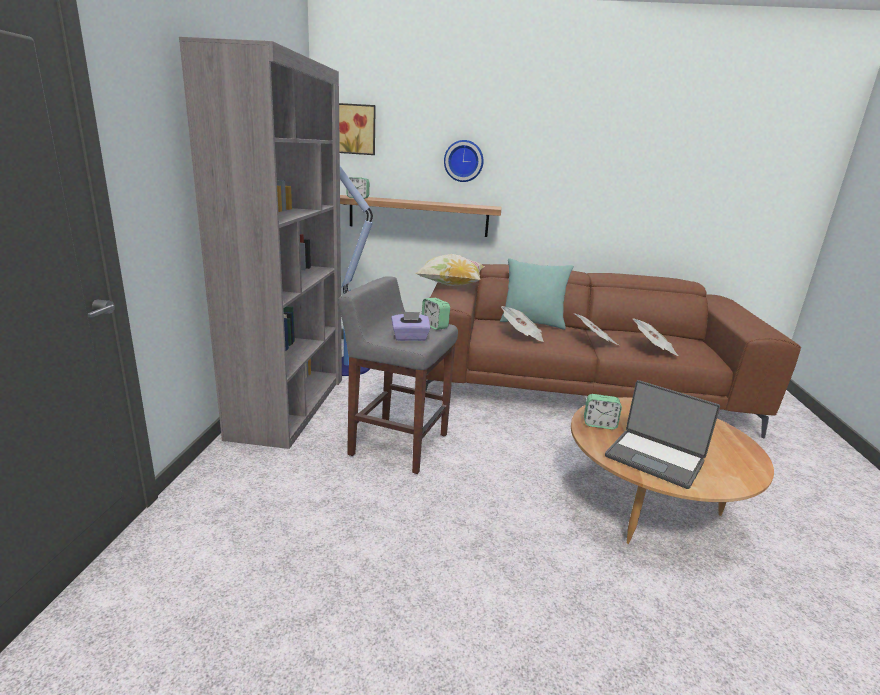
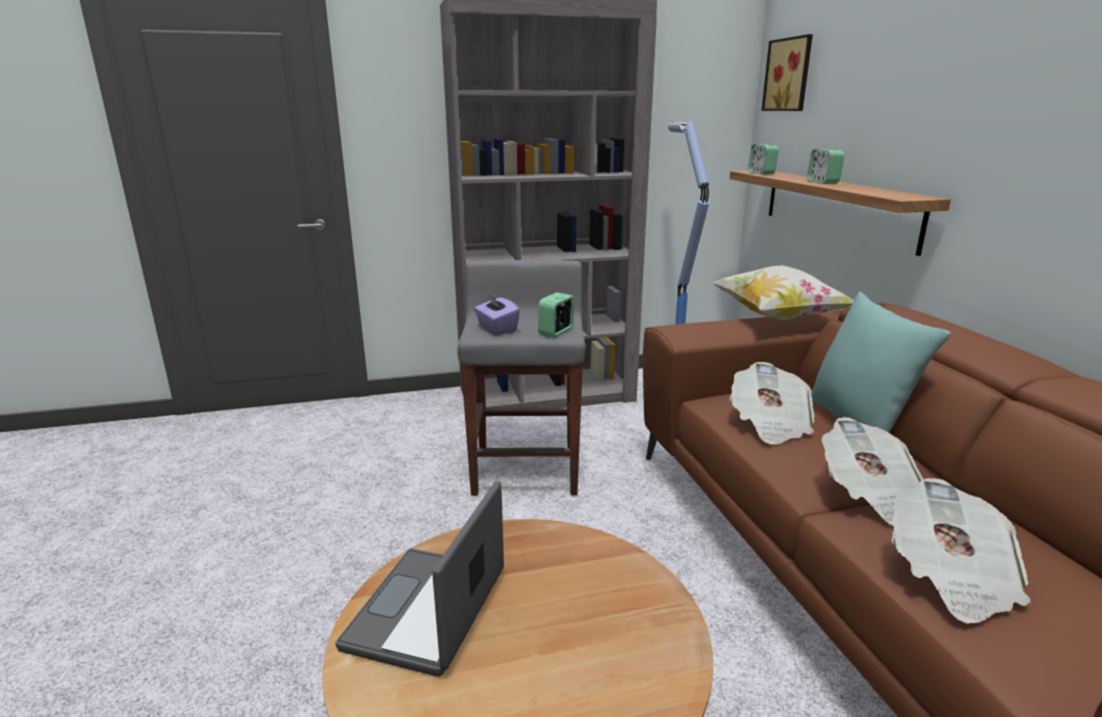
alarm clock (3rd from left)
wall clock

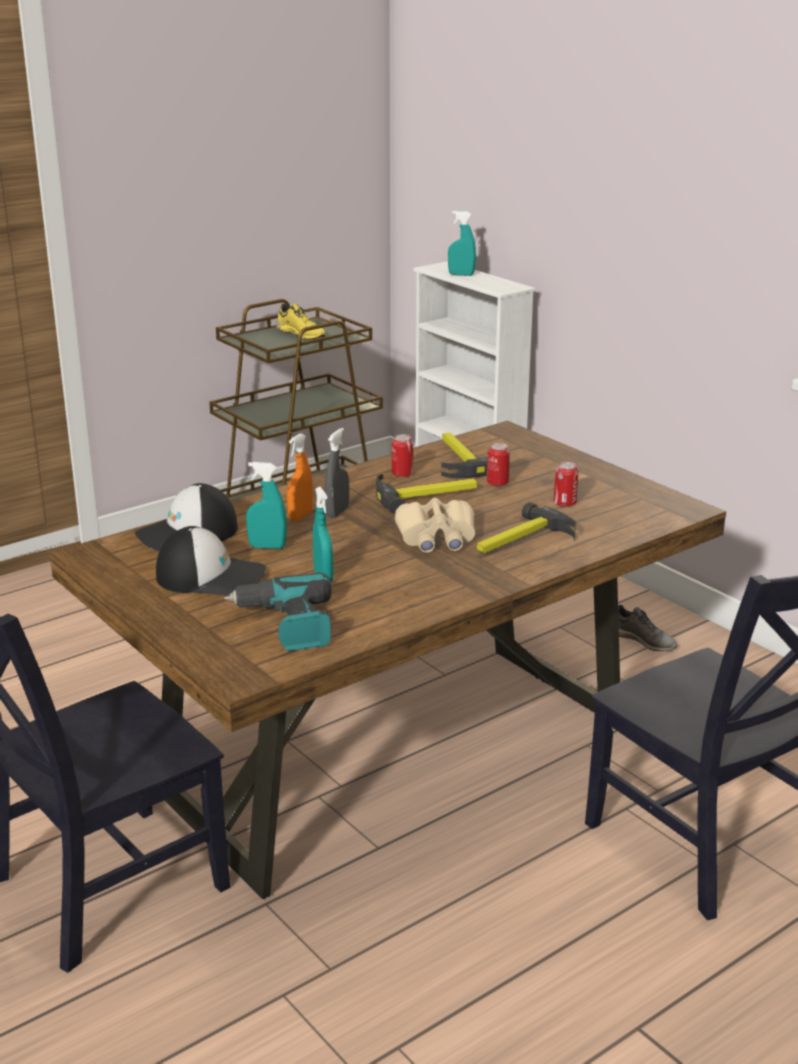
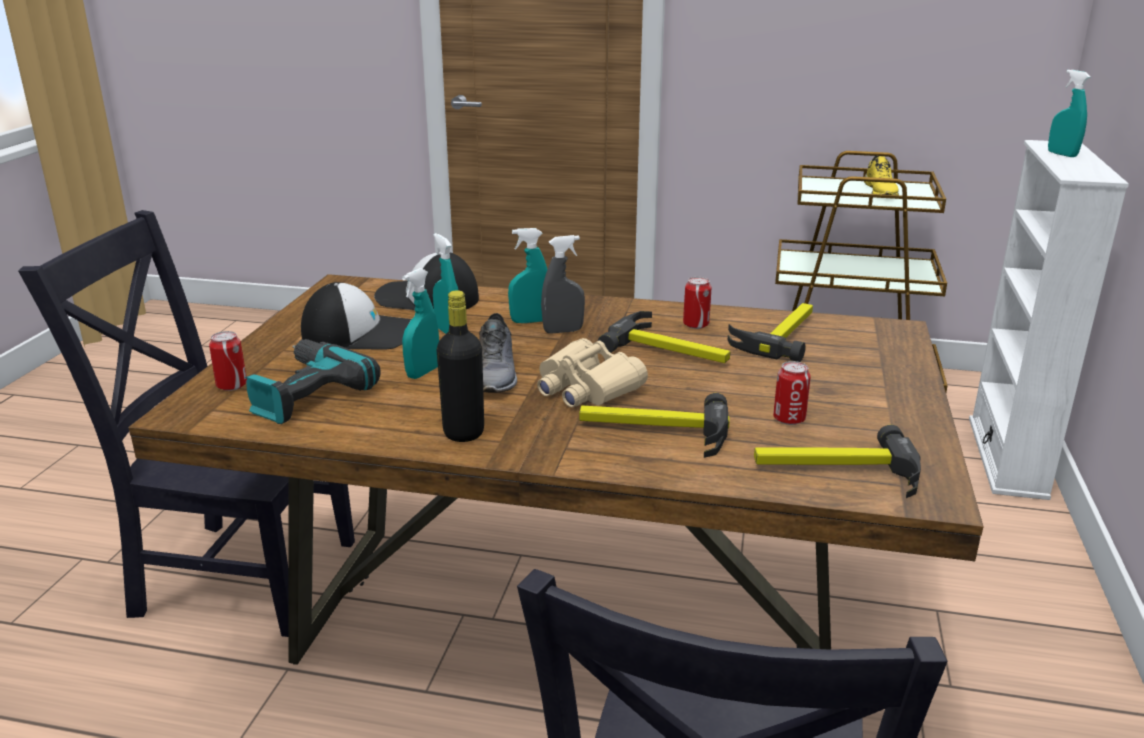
can (1st from left)
cap (1st from left)
bottle (black)
shoe (grey)
spray bottle (turquoise) (3rd from left)
hammer (4th from left)

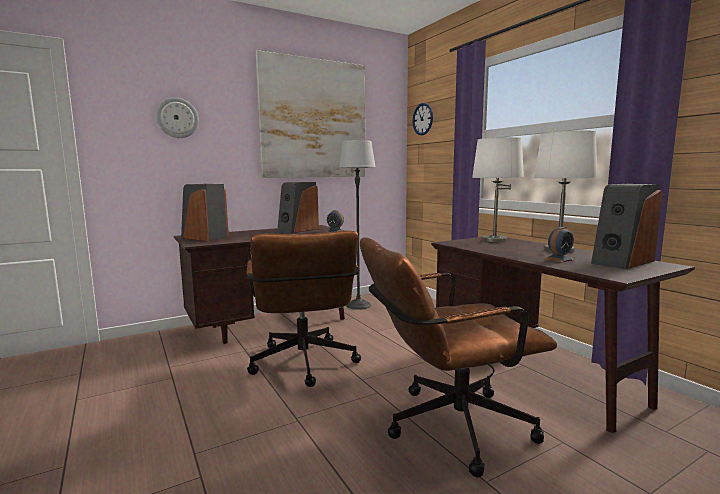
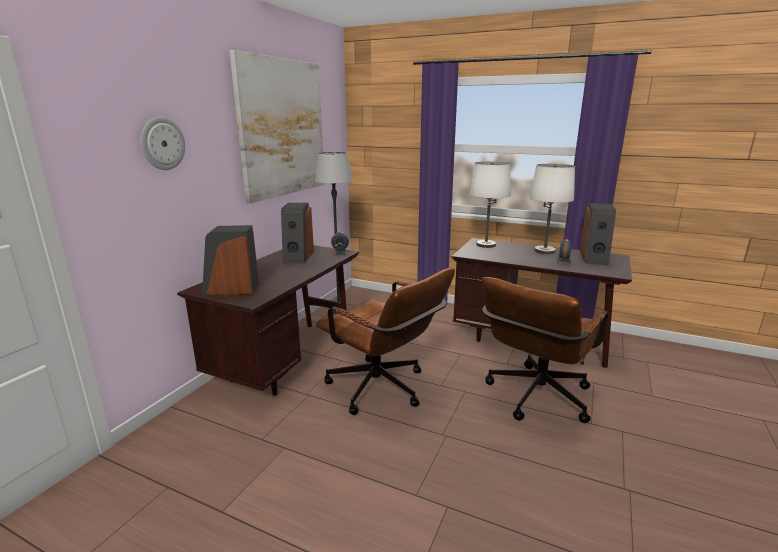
wall clock (2nd from left in the first image)

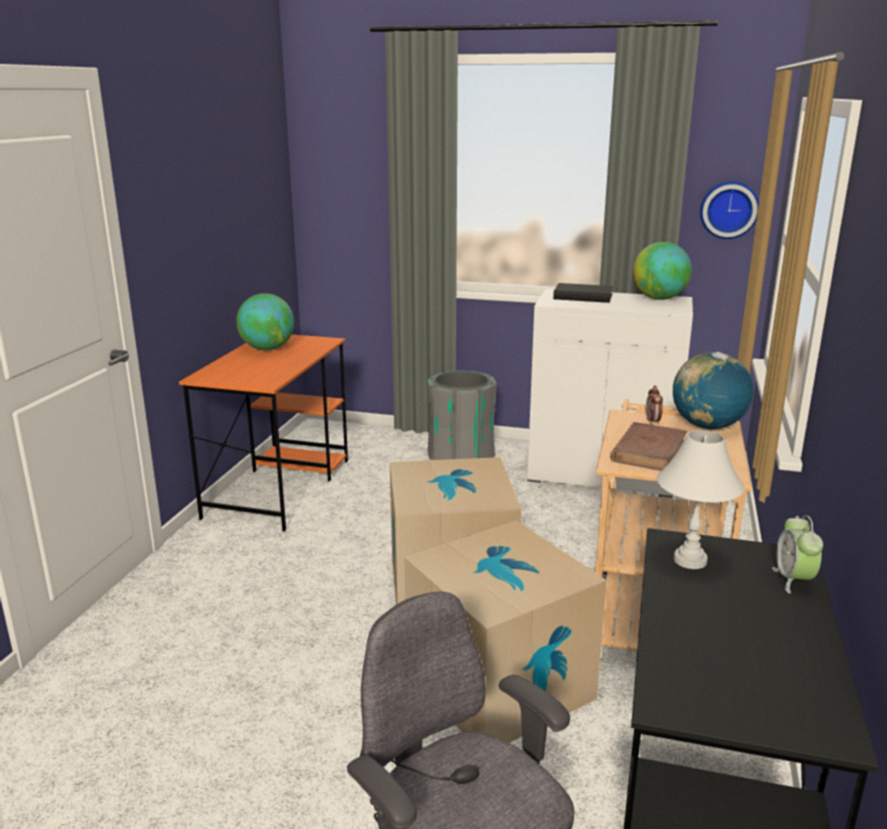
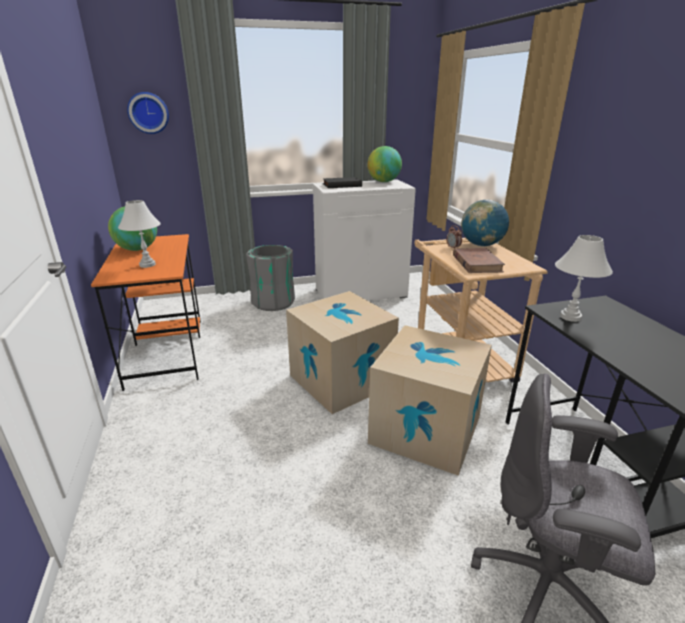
table lamp (white) (1st from left)
wall clock
alarm clock (2nd from left in the first image)

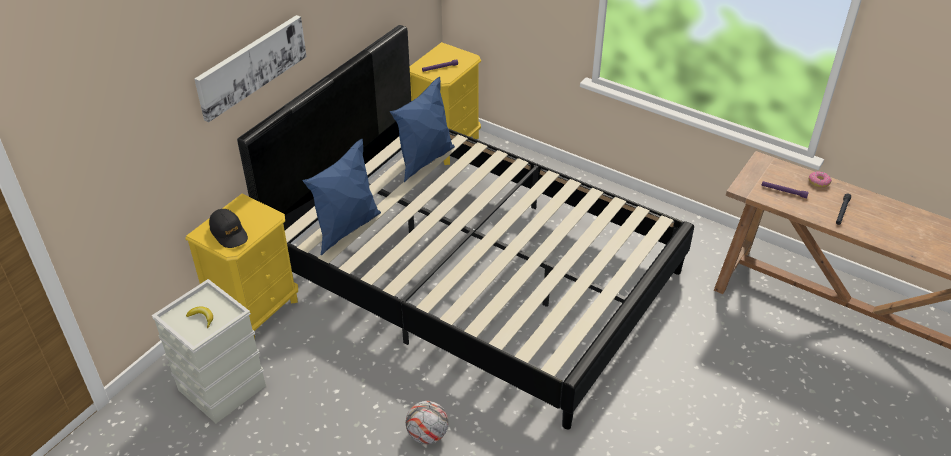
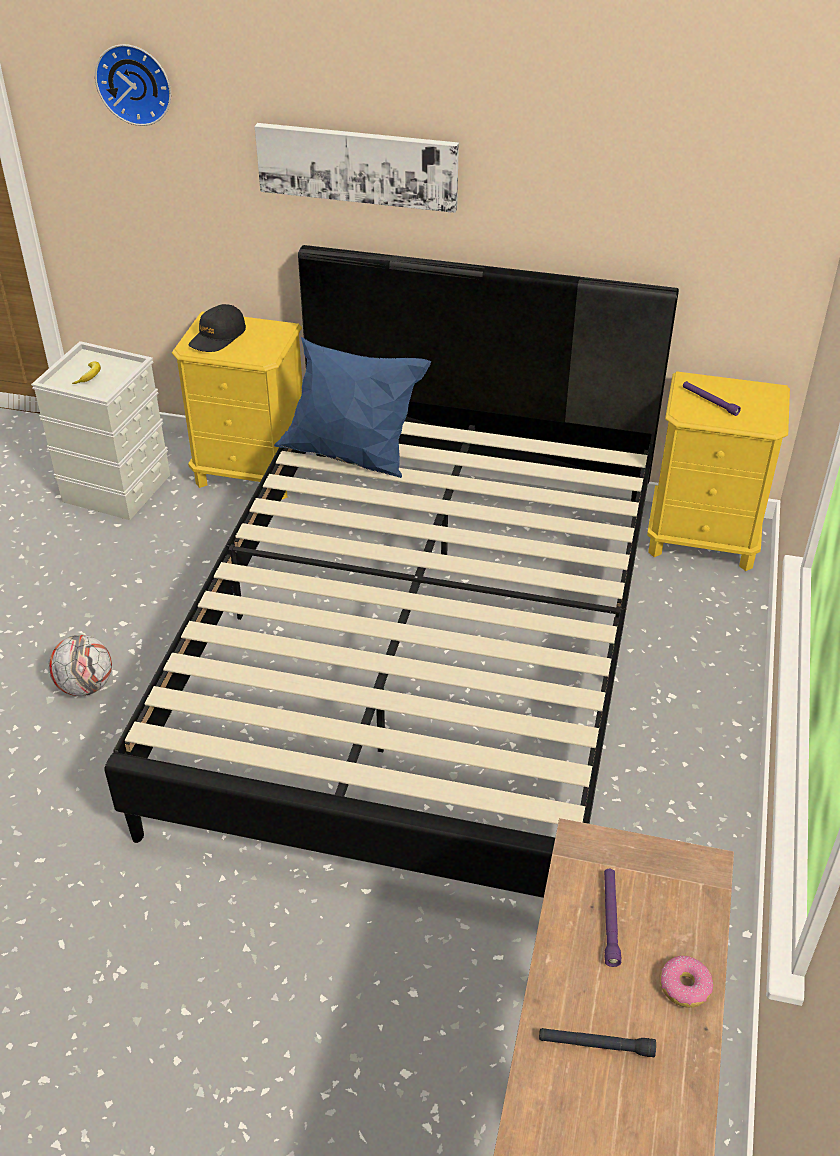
wall clock
pillow (blue) (2nd from left in the first image)

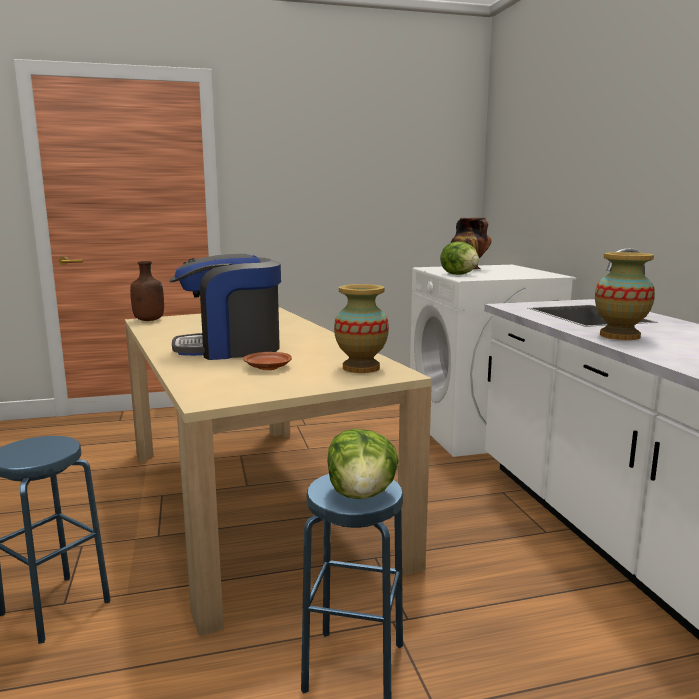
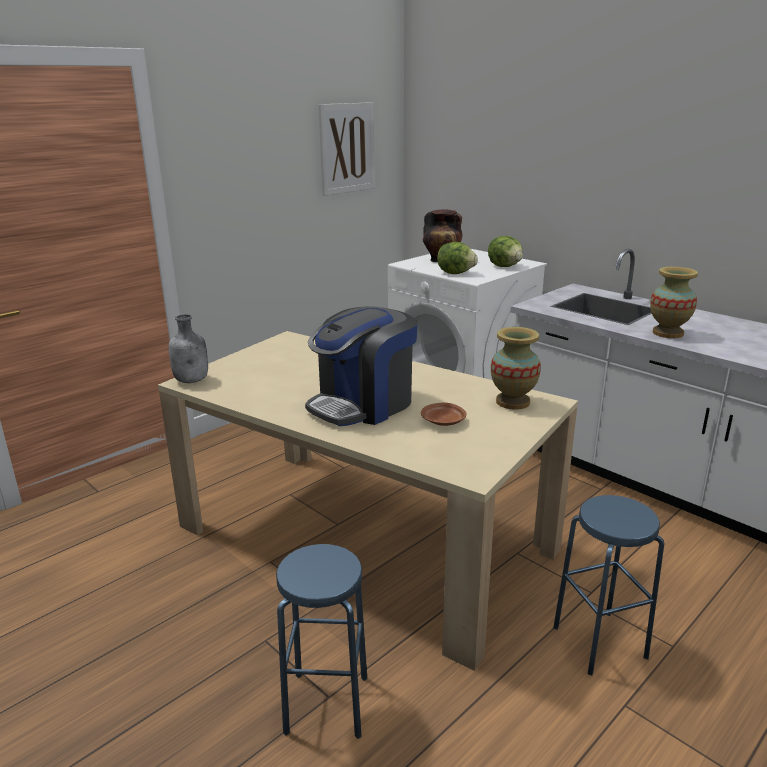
bottle (grey)
picture
lettuce (2nd from left)

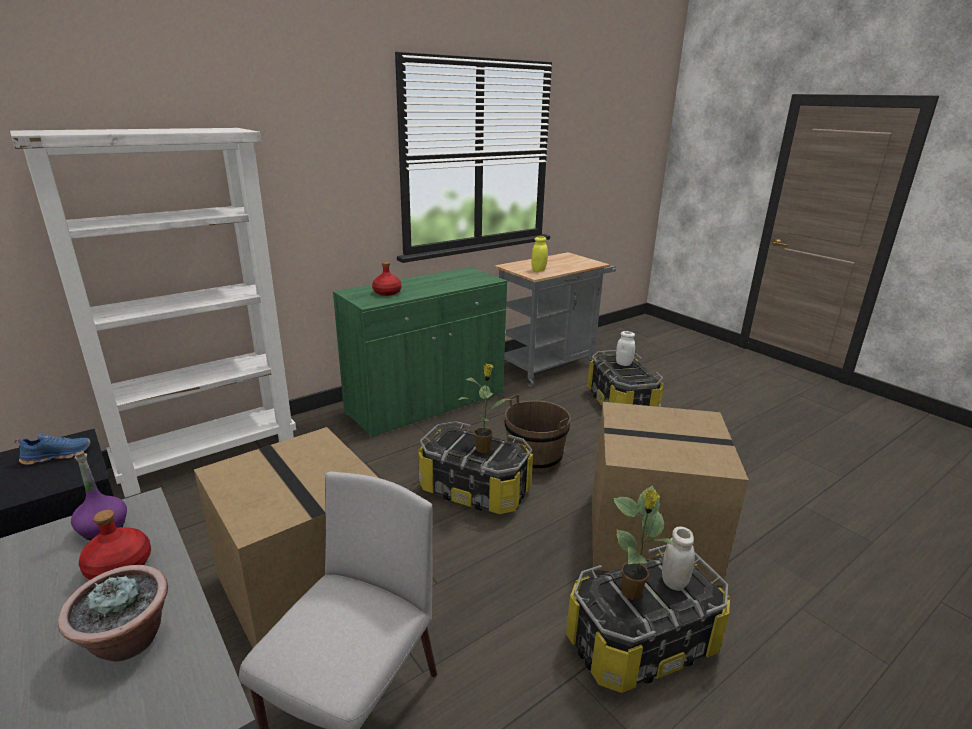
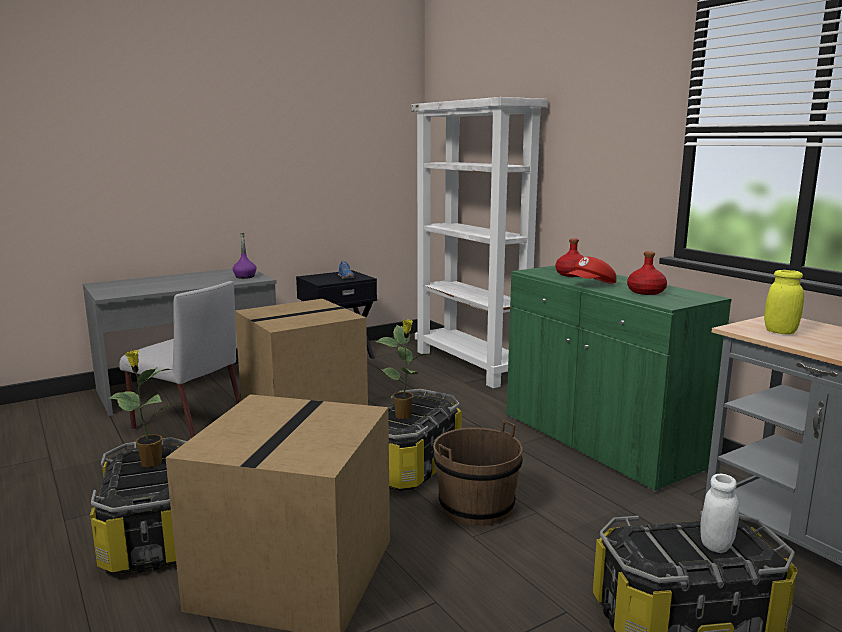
cap (red)
bottle (red) (2nd from left)
potted plant (1st from left in the first image)
jar (white) (2nd from left in the first image)

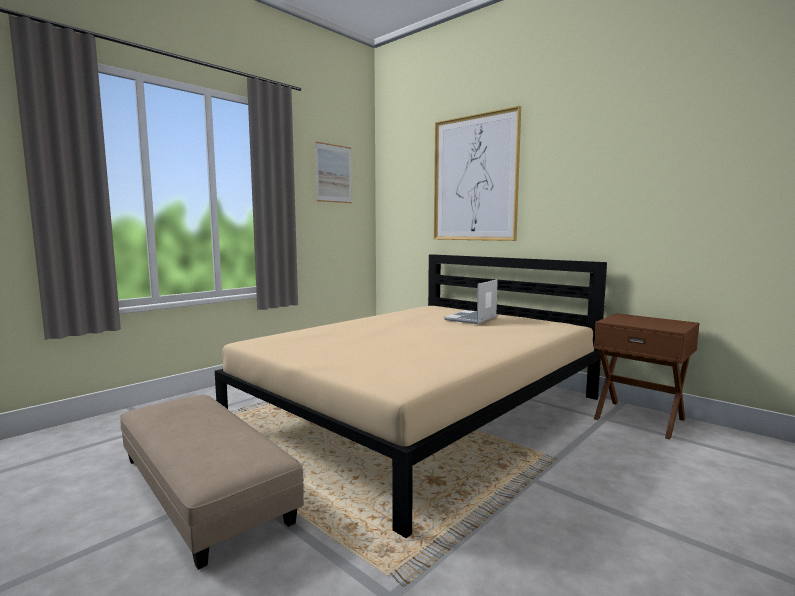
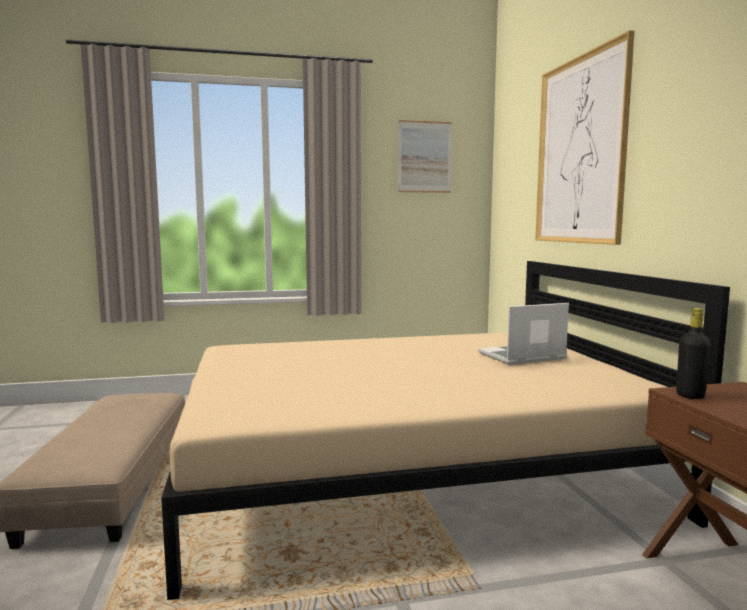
bottle (black)

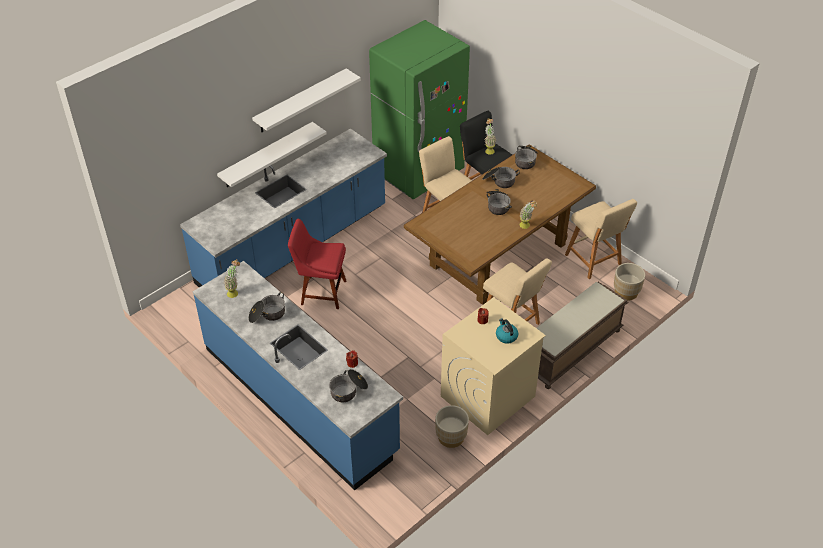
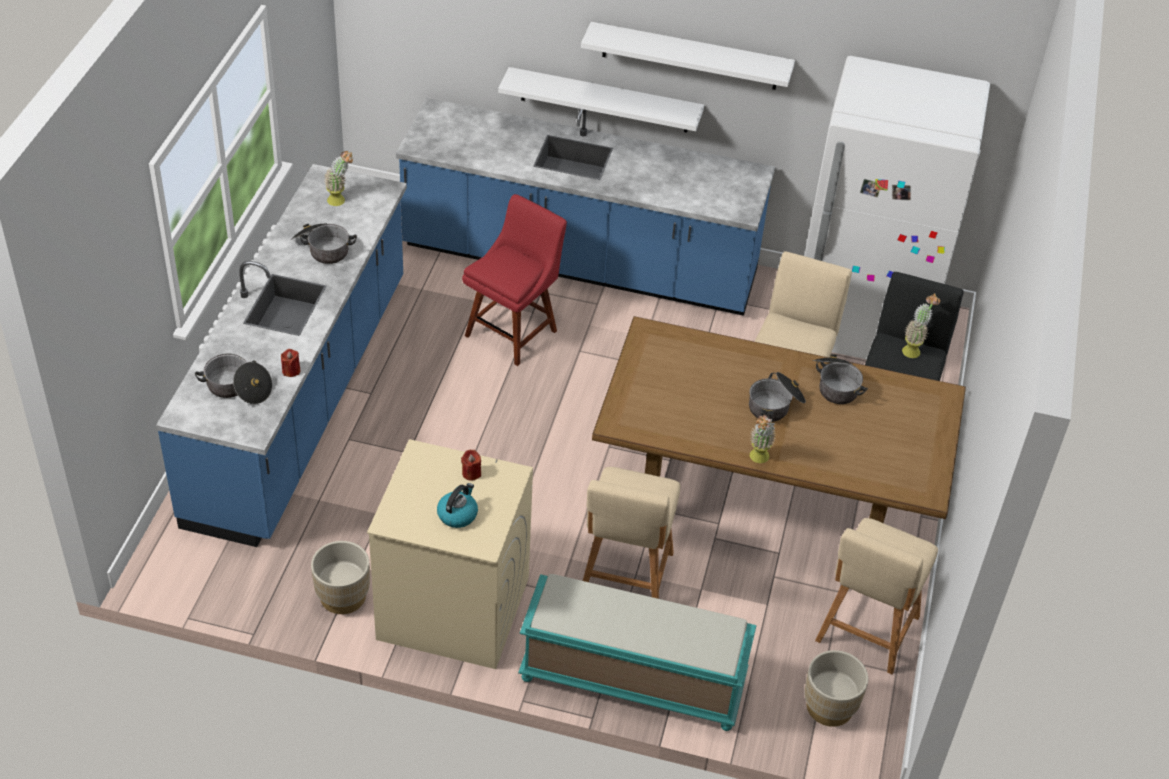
chair (red)
bench (turquoise)
fridge (white)
cooking pot (5th from left in the first image)

